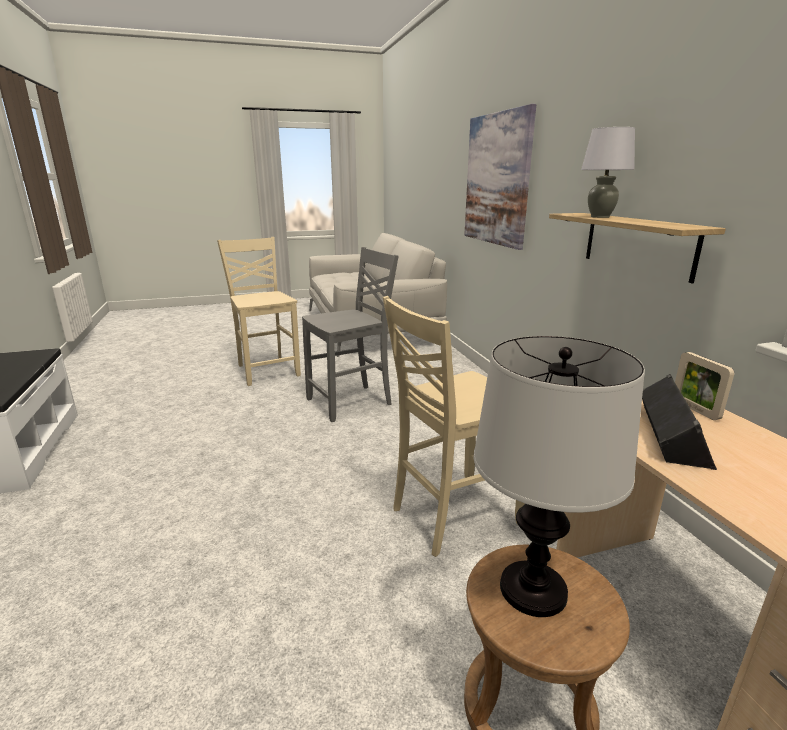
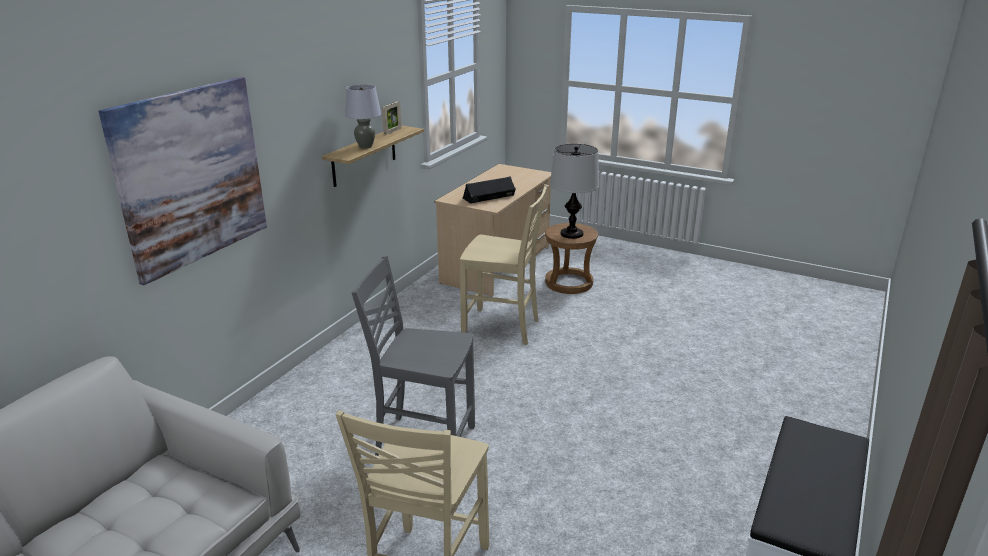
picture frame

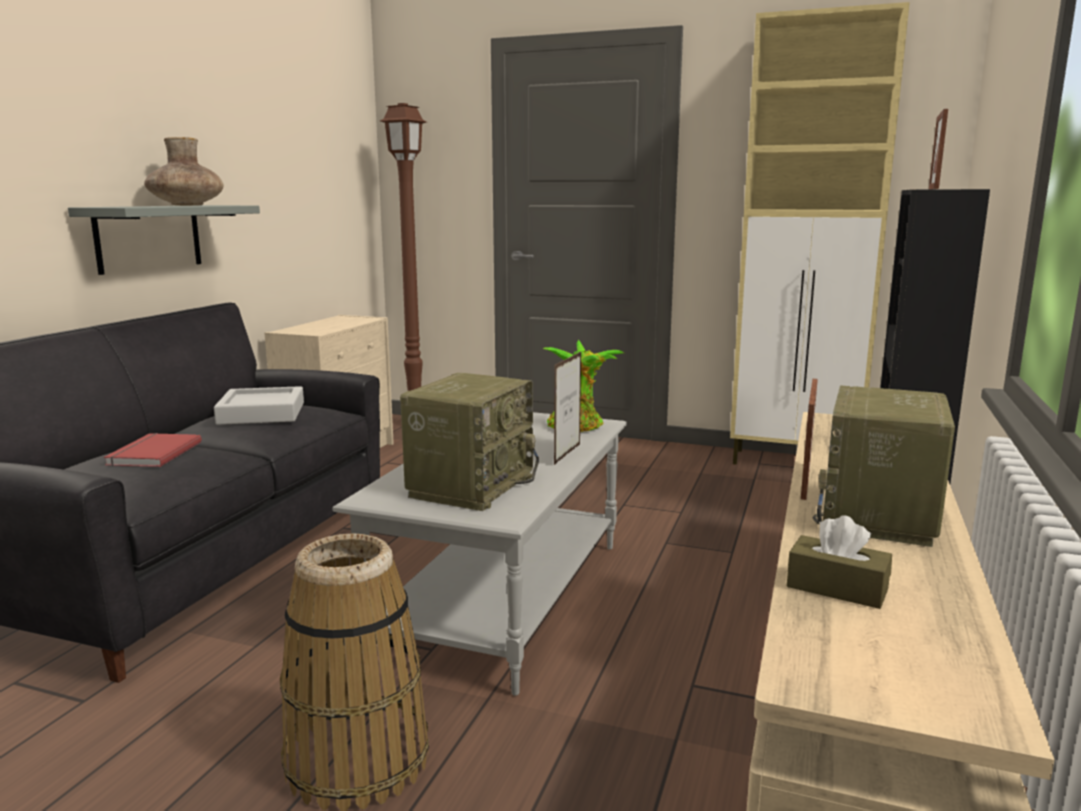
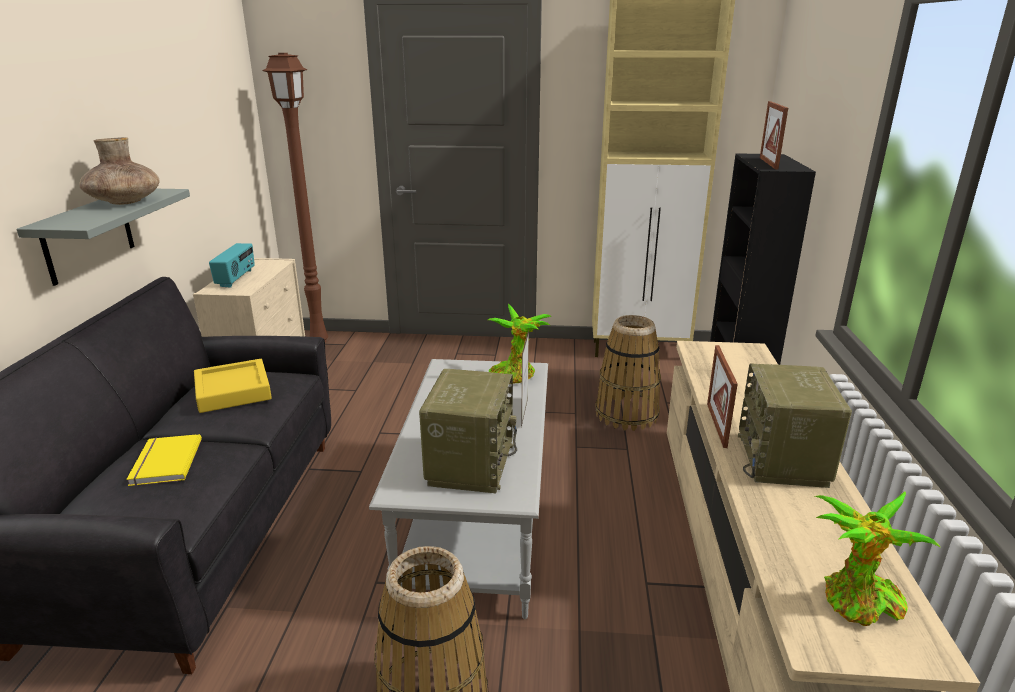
book (yellow)
tray (yellow)
radio (1st from left)
basket (2nd from left)
potted plant (2nd from left)
tissue box (brown)

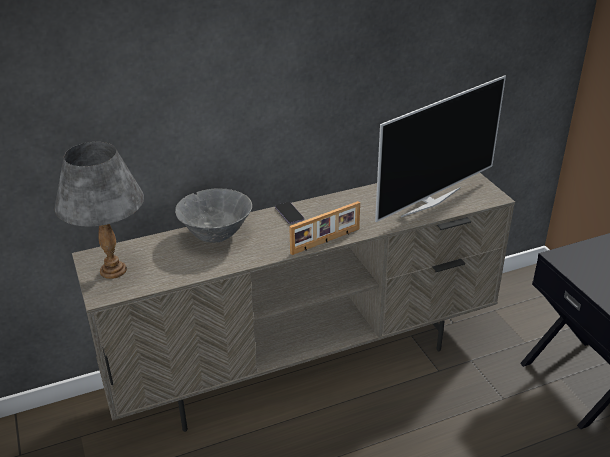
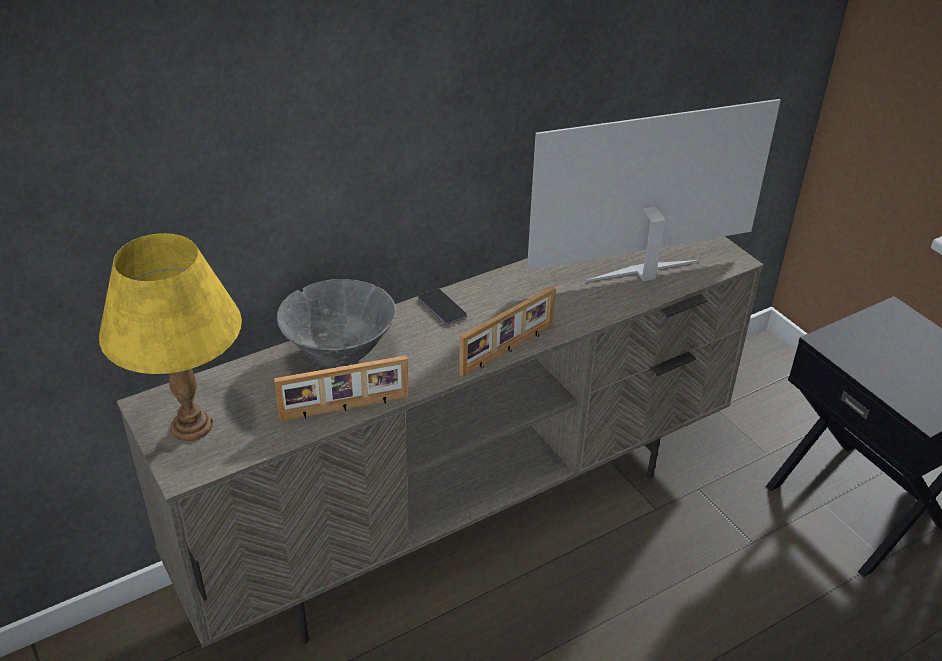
table lamp (yellow)
picture frame (1st from left)
television

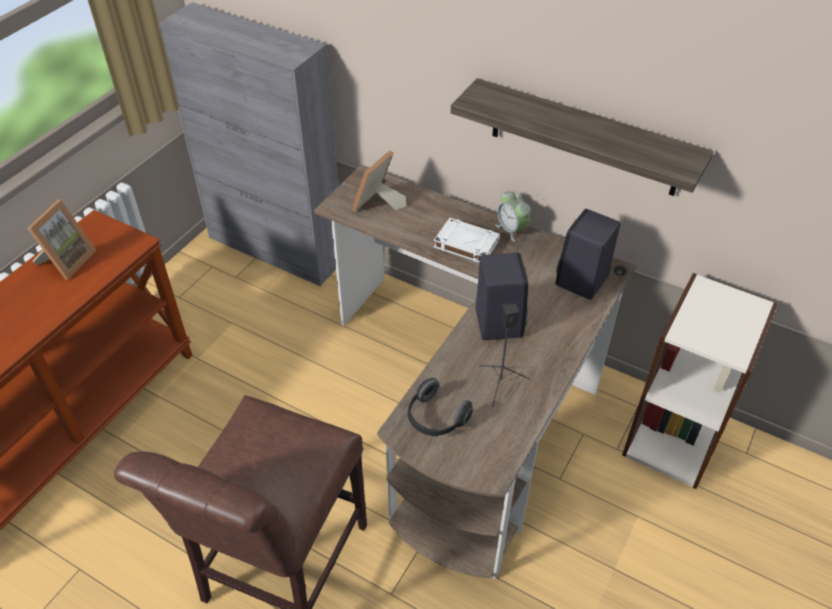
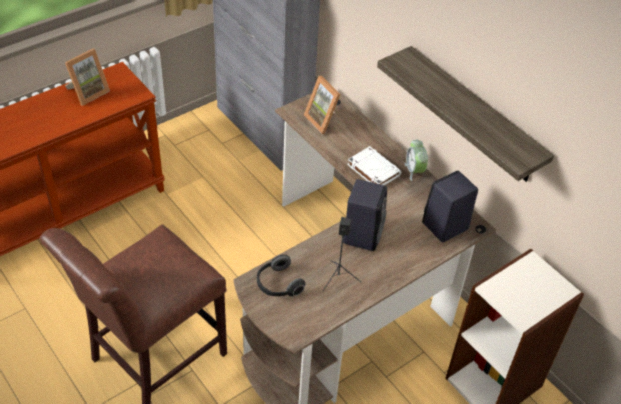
picture frame (2nd from left)

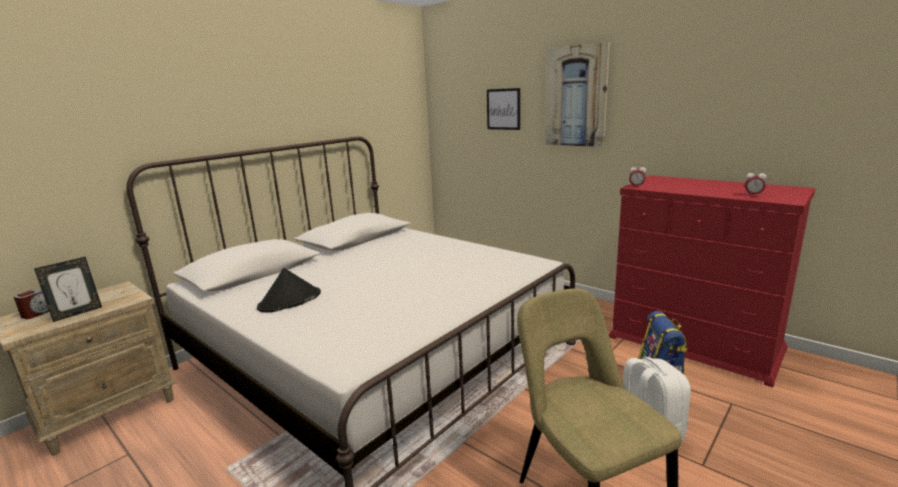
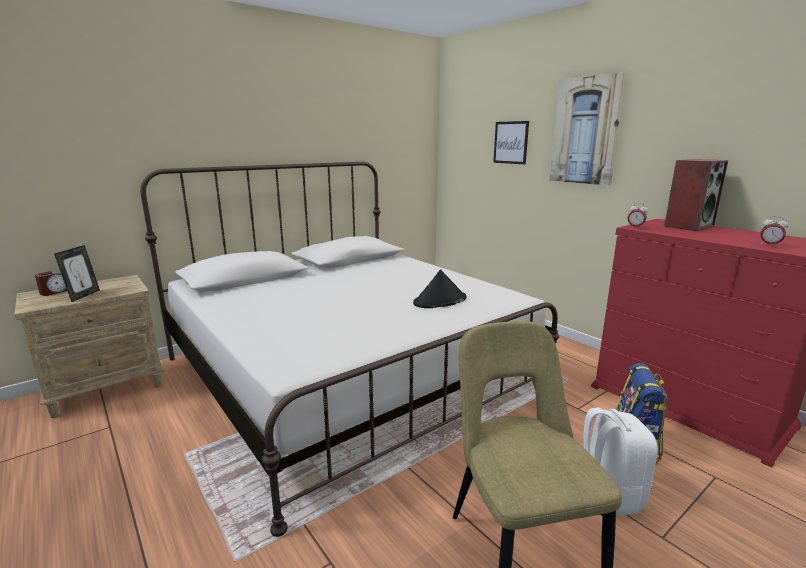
picture frame
hat (black)
speaker

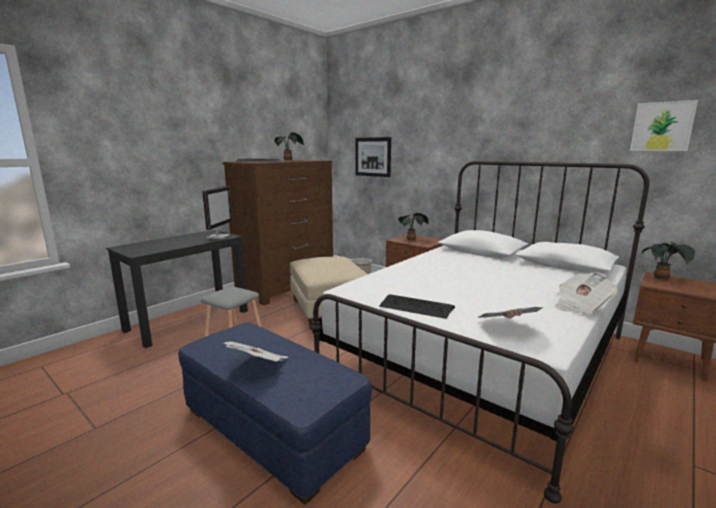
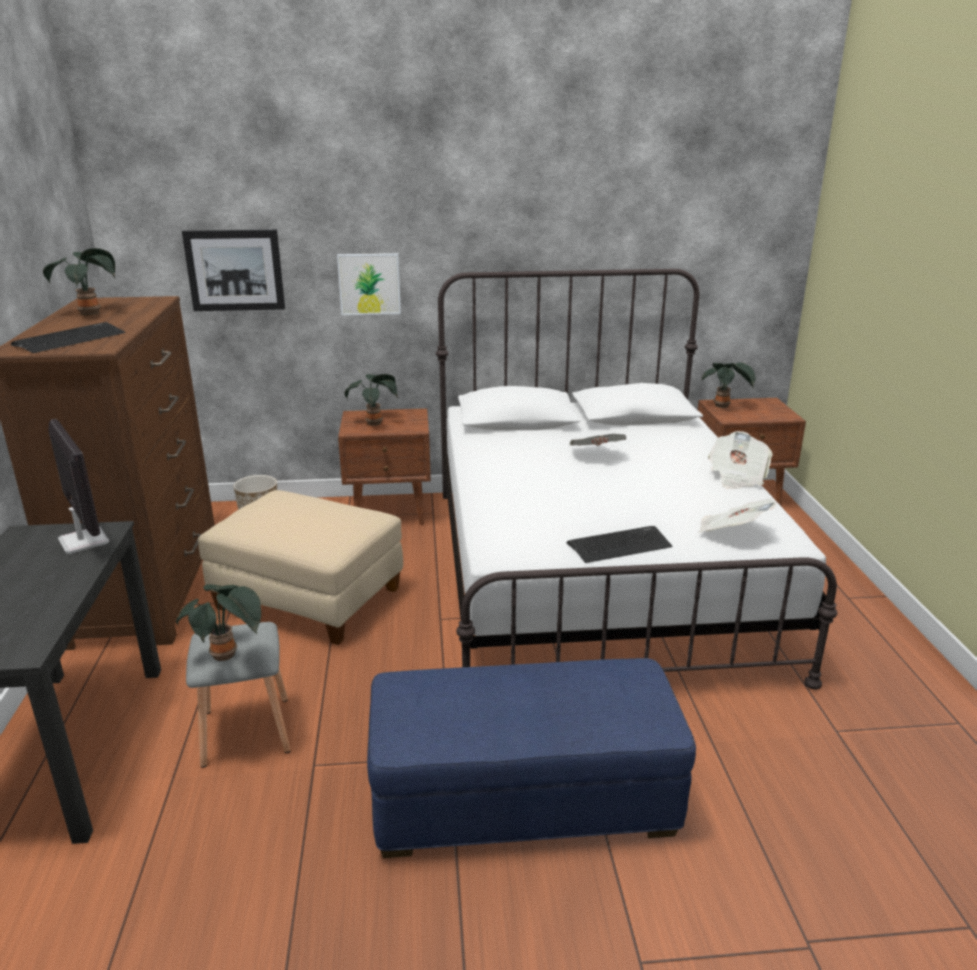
potted plant (2nd from left)
picture (2nd from left)
newspaper (1st from left)

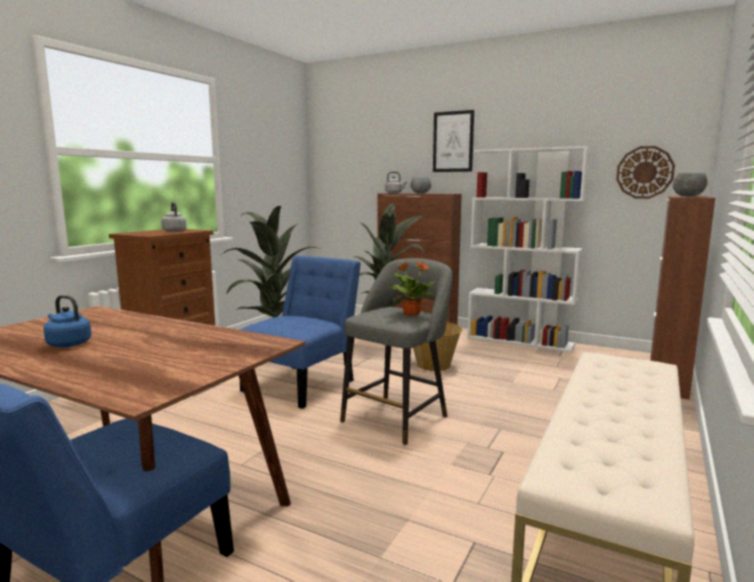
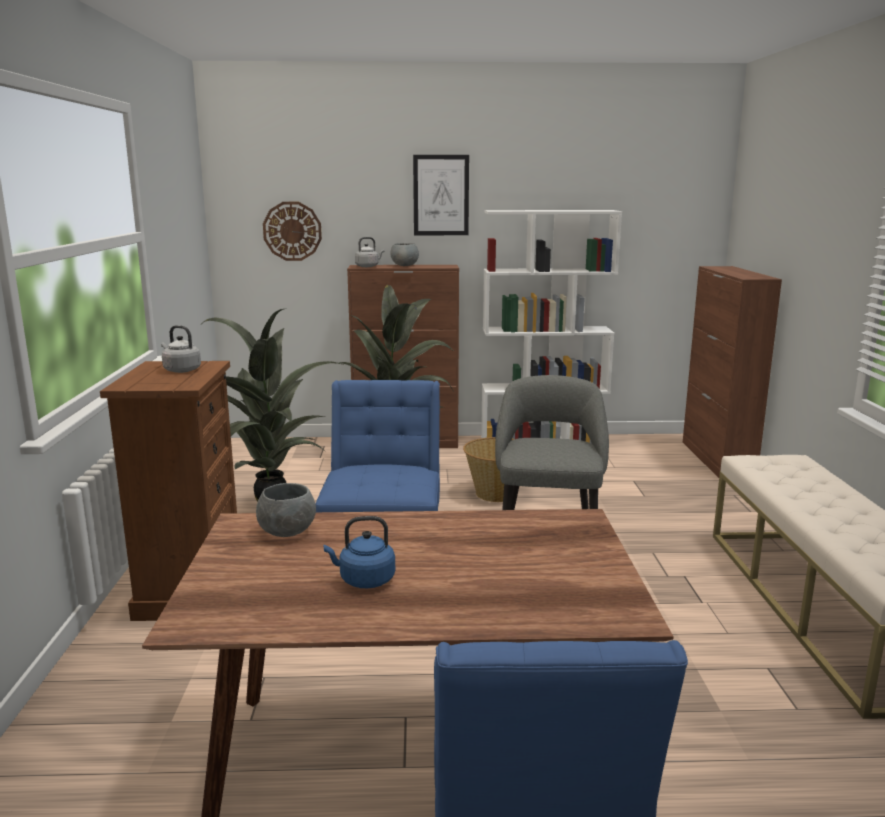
bowl (grey) (1st from left)
wall clock
potted plant (3rd from left in the first image)

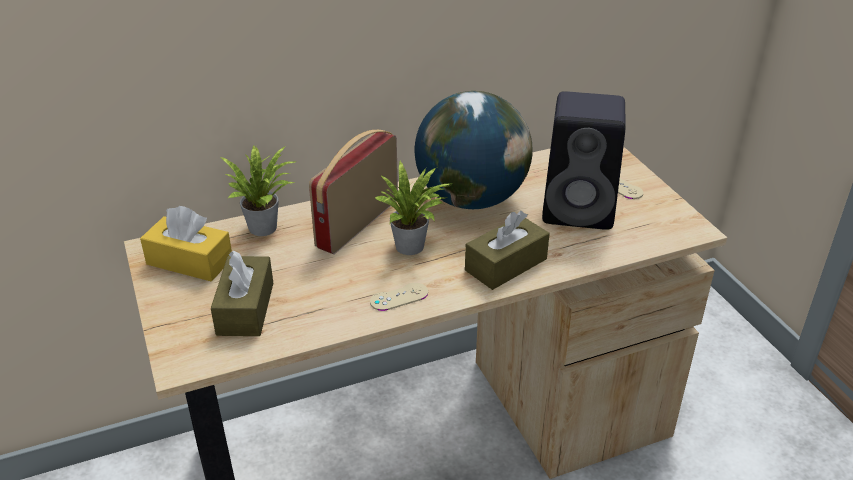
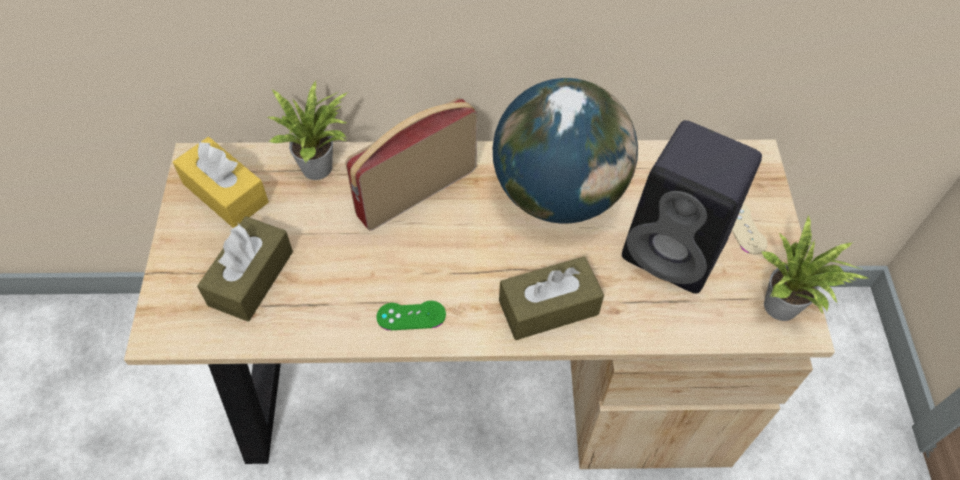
game controller (green)
potted plant (2nd from left)

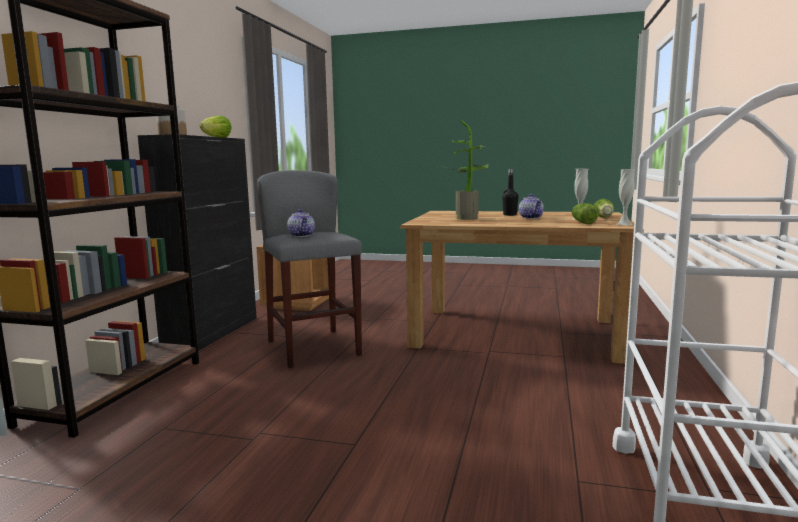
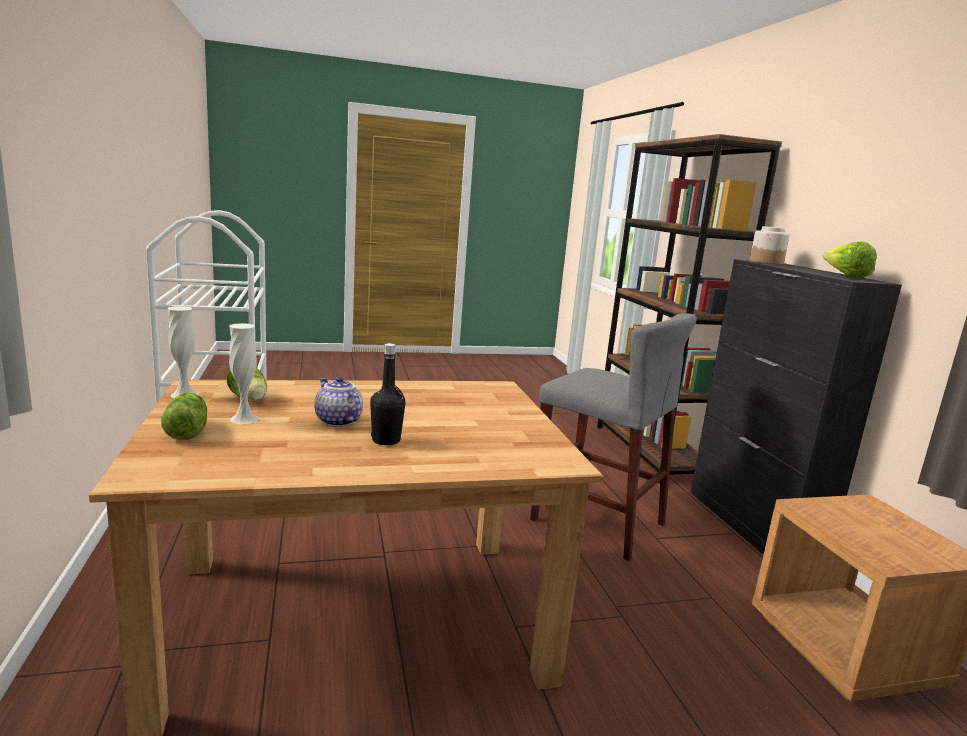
teapot (1st from left in the first image)
potted plant

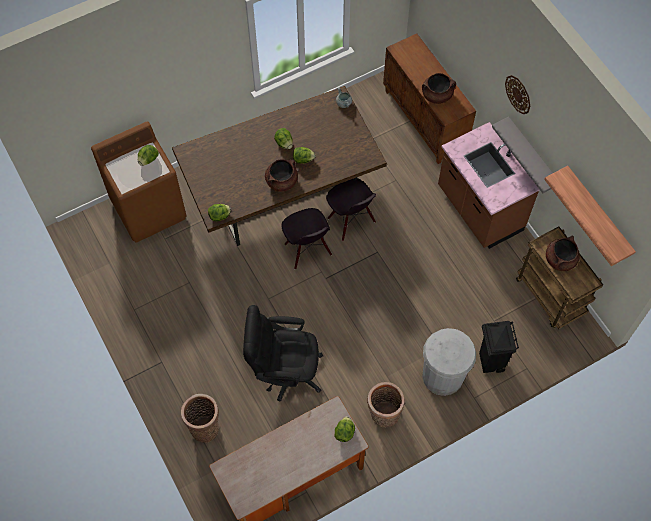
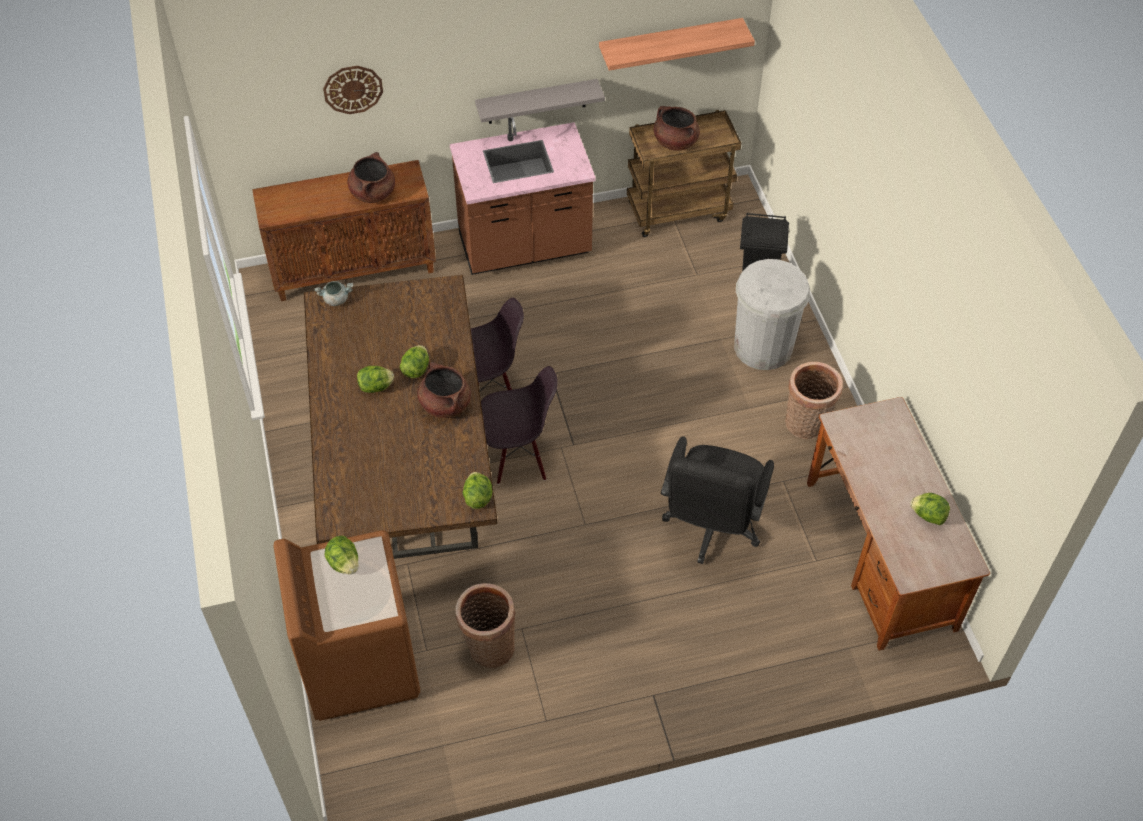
wall clock
basket (1st from left)
lettuce (5th from left)

